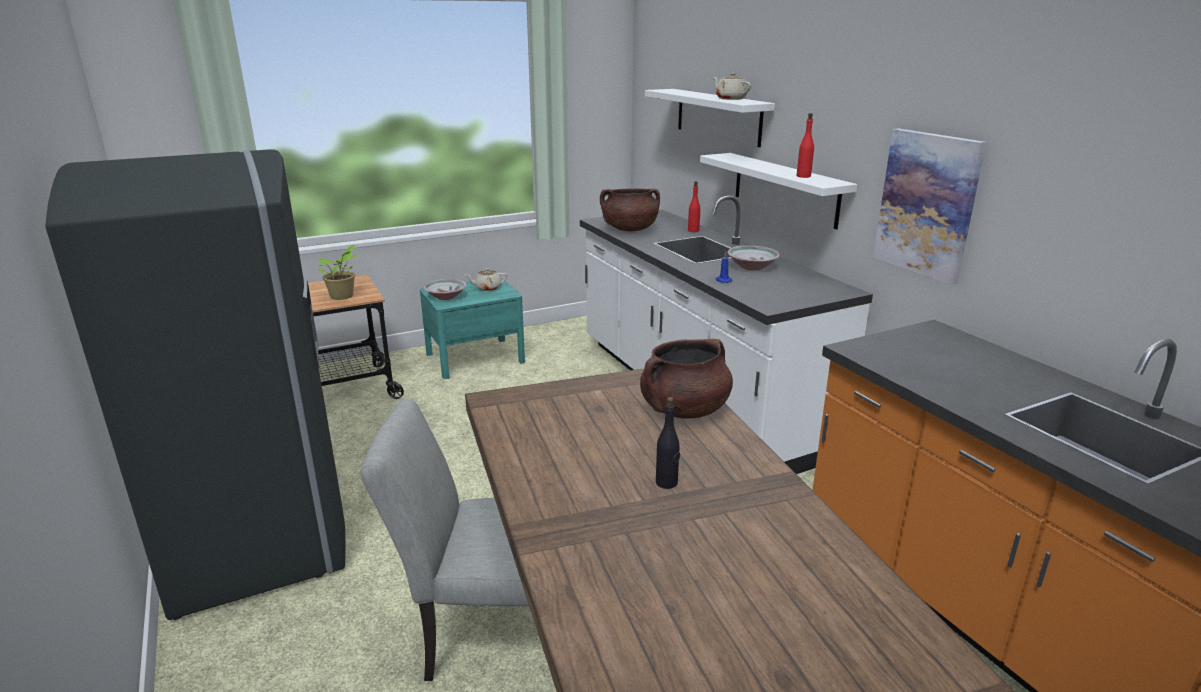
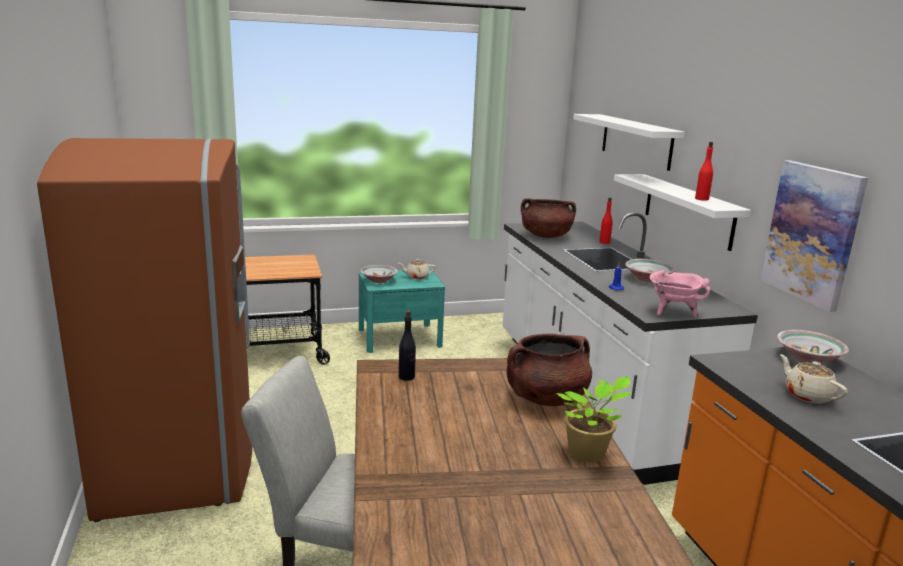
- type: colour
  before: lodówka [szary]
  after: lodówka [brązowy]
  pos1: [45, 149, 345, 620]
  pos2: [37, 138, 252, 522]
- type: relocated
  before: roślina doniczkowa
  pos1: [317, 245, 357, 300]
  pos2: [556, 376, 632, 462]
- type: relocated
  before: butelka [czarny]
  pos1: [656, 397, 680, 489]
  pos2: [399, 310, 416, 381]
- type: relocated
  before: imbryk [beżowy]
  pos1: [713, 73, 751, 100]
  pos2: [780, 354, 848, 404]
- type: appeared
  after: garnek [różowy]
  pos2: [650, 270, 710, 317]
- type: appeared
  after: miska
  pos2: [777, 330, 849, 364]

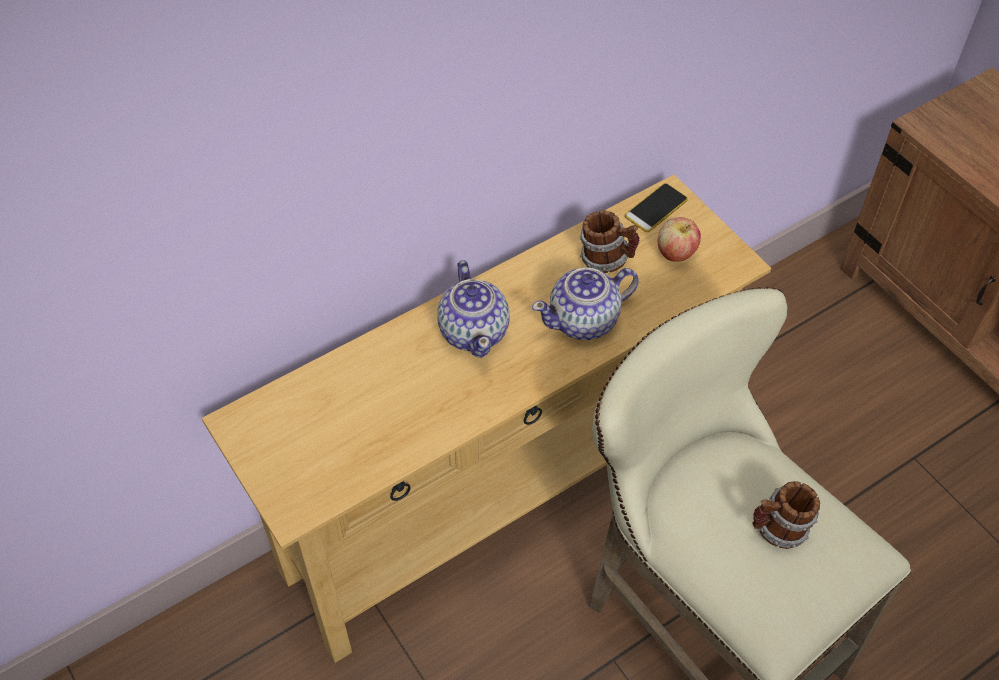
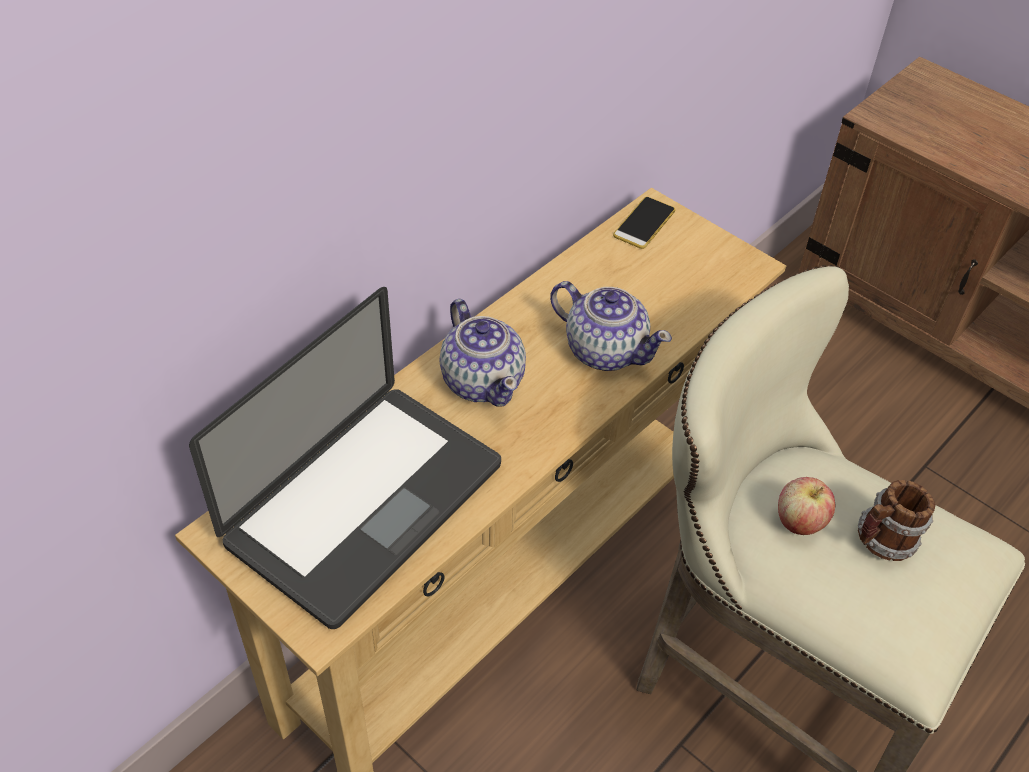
- type: spun
  before: imbryk
  pos1: [532, 268, 639, 340]
  pos2: [550, 281, 672, 371]
  turn: -105
- type: missing
  before: kubek
  pos1: [580, 211, 640, 273]
- type: relocated
  before: jabłko
  pos1: [658, 217, 701, 262]
  pos2: [778, 477, 835, 535]
- type: appeared
  after: laptop
  pos2: [189, 287, 501, 629]

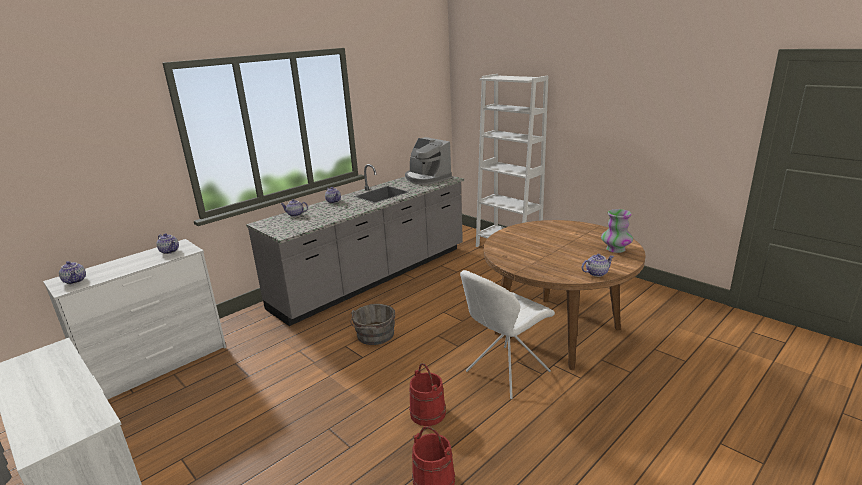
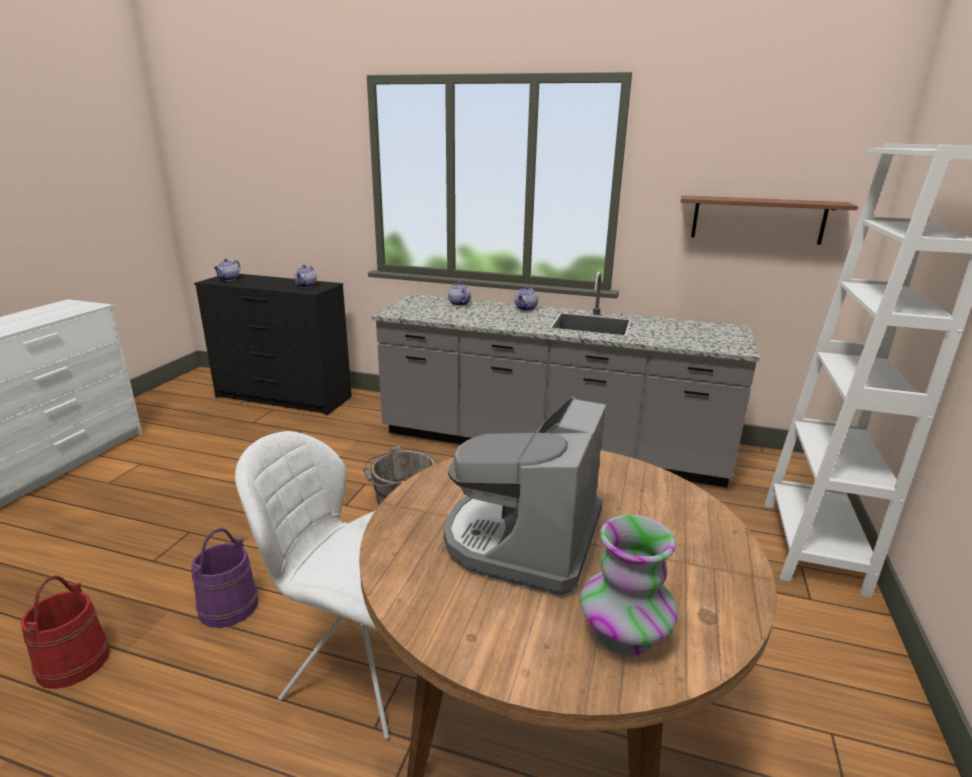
- type: colour
  before: komoda [biały]
  after: komoda [czarny]
  pos1: [43, 239, 226, 400]
  pos2: [194, 274, 352, 415]
- type: relocated
  before: ekspres do kawy
  pos1: [405, 137, 452, 185]
  pos2: [444, 397, 606, 595]
- type: colour
  before: wiadro [czerwony]
  after: wiadro [fioletowy]
  pos1: [409, 363, 446, 426]
  pos2: [191, 528, 258, 628]
- type: missing
  before: imbryk
  pos1: [582, 254, 614, 277]
- type: appeared
  after: półka
  pos2: [681, 195, 858, 245]

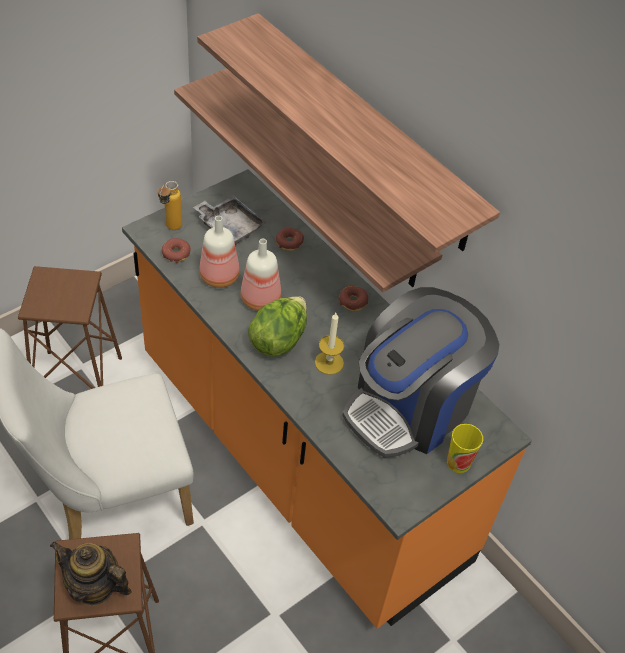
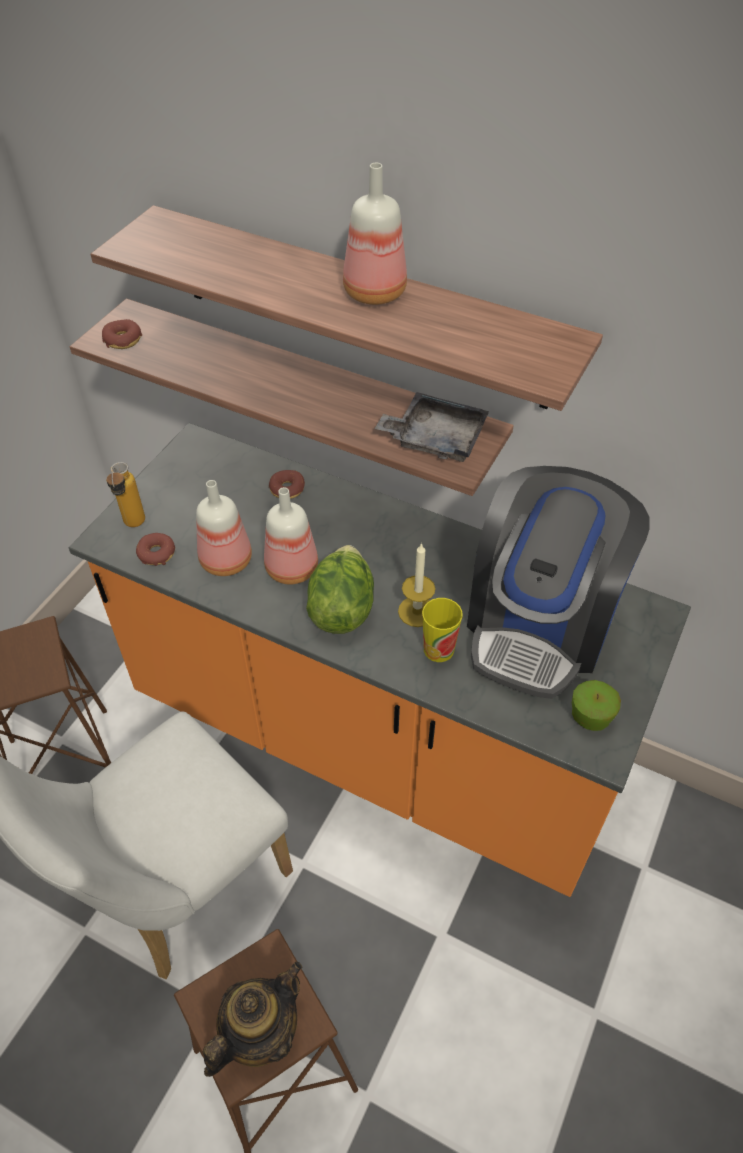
- type: spun
  before: imbryk
  pos1: [50, 541, 131, 606]
  pos2: [203, 961, 303, 1077]
  turn: 135
- type: relocated
  before: taca [szary]
  pos1: [193, 195, 267, 245]
  pos2: [375, 392, 489, 462]
- type: relocated
  before: donut
  pos1: [339, 286, 368, 311]
  pos2: [102, 319, 142, 349]
- type: relocated
  before: filiżanka
  pos1: [447, 424, 483, 473]
  pos2: [422, 598, 463, 662]
- type: appeared
  after: butelka
  pos2: [343, 162, 407, 305]
- type: appeared
  after: jabłko
  pos2: [572, 680, 621, 731]

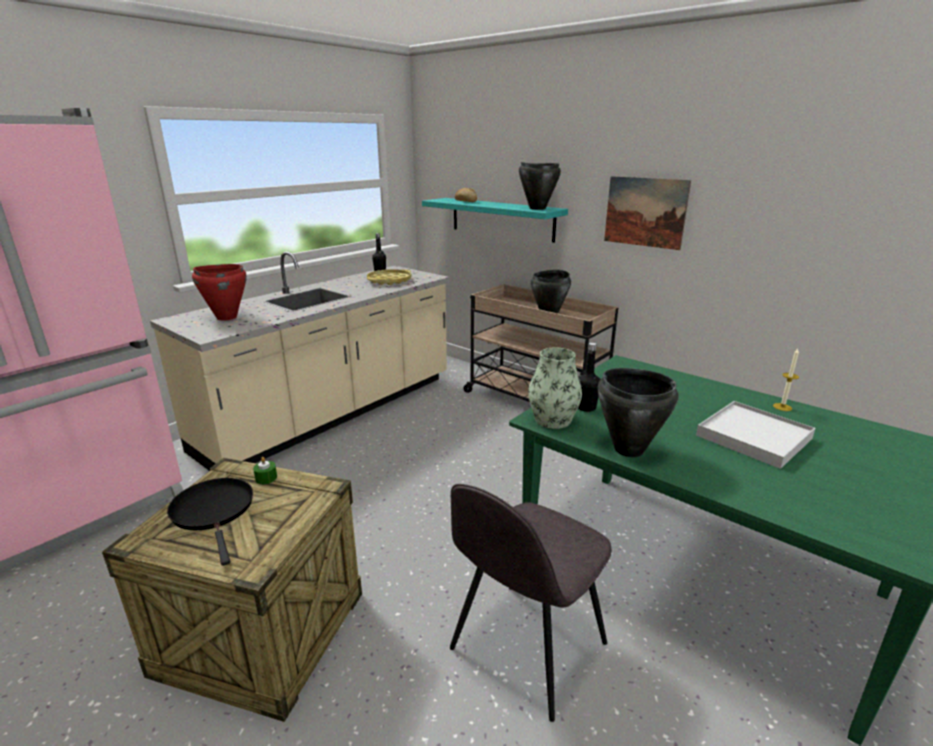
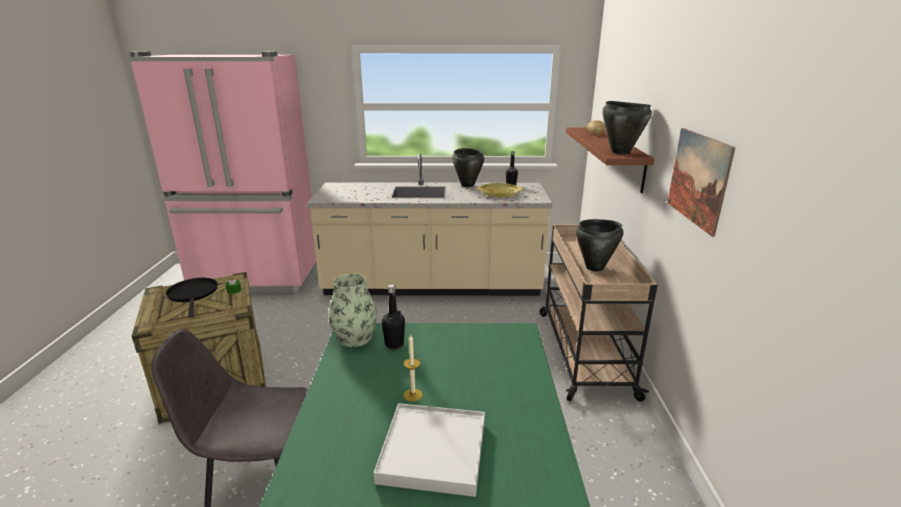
- type: spun
  before: patelnia [czarny]
  pos1: [167, 478, 253, 566]
  pos2: [166, 278, 218, 318]
  turn: -45
- type: missing
  before: garnek [czerwony]
  pos1: [192, 264, 247, 320]
- type: colour
  before: półka [turkusowy]
  after: półka [brązowy]
  pos1: [422, 198, 568, 243]
  pos2: [566, 128, 654, 193]
- type: relocated
  before: garnek [czarny]
  pos1: [598, 368, 678, 457]
  pos2: [452, 148, 484, 187]
- type: relocated
  before: świeca
  pos1: [773, 349, 799, 411]
  pos2: [404, 335, 423, 402]

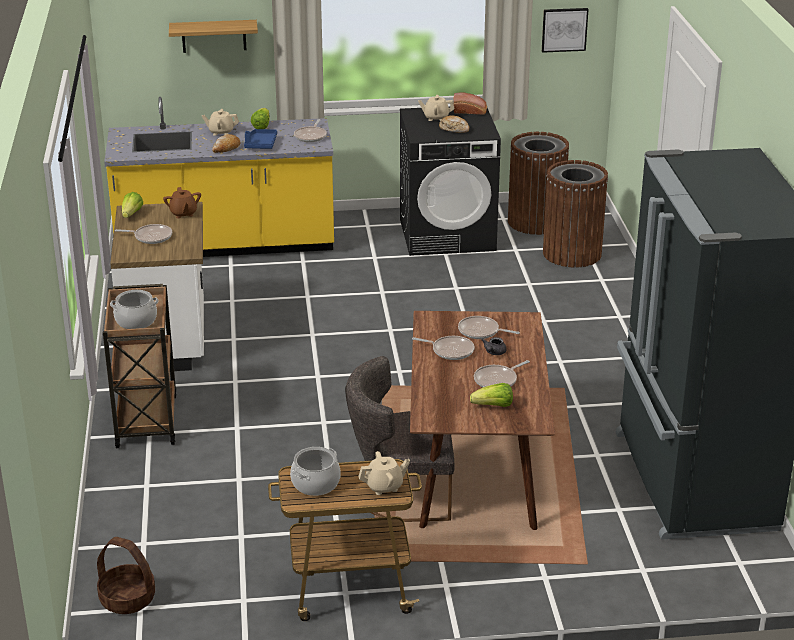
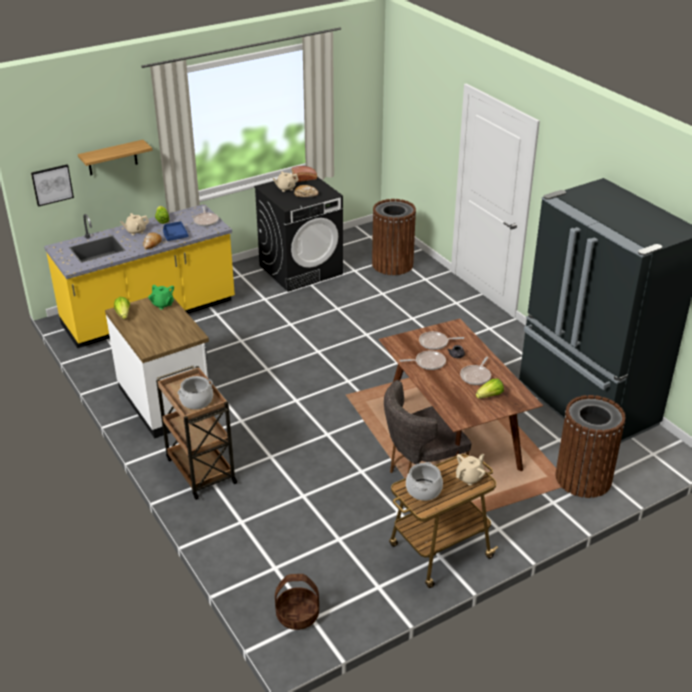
- type: missing
  before: patelnia
  pos1: [115, 224, 172, 244]
- type: colour
  before: imbryk [brązowy]
  after: imbryk [zielony]
  pos1: [163, 187, 201, 218]
  pos2: [148, 285, 174, 309]
- type: relocated
  before: kosz na śmieci [brązowy]
  pos1: [508, 132, 569, 235]
  pos2: [555, 395, 626, 498]
- type: relocated
  before: obraz
  pos1: [542, 8, 588, 53]
  pos2: [31, 164, 74, 207]

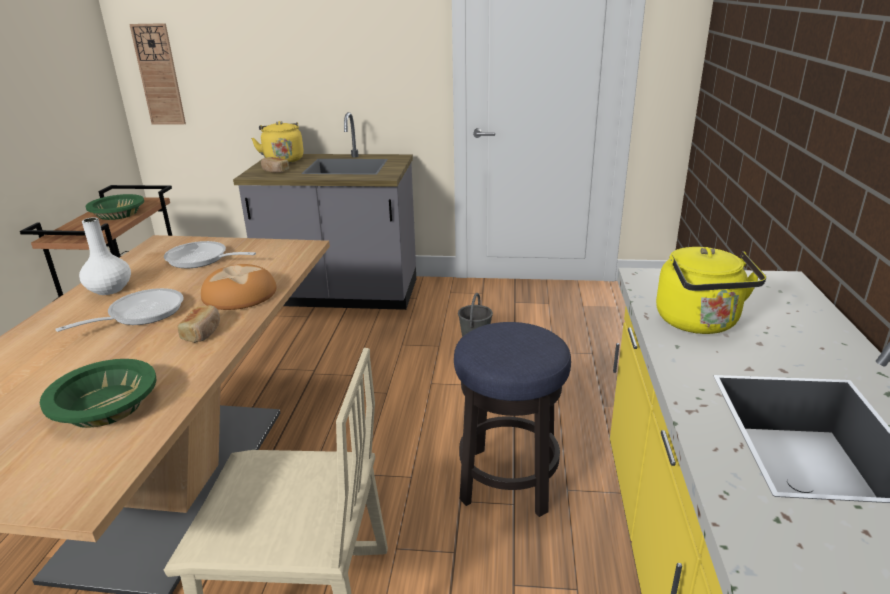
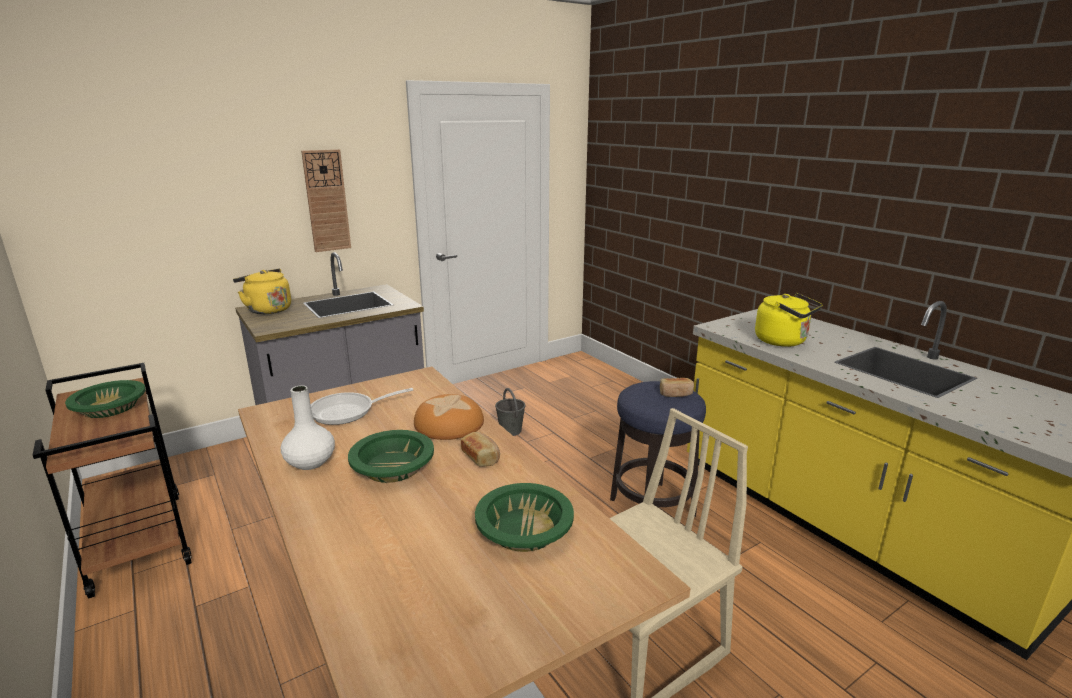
- type: exchanged
  before: patelnia
  after: miska [zielony]
  pos1: [55, 288, 184, 332]
  pos2: [348, 430, 434, 483]
- type: relocated
  before: zegar ścienny
  pos1: [129, 23, 186, 125]
  pos2: [301, 149, 351, 252]
- type: relocated
  before: chleb
  pos1: [261, 157, 289, 173]
  pos2: [660, 378, 694, 397]

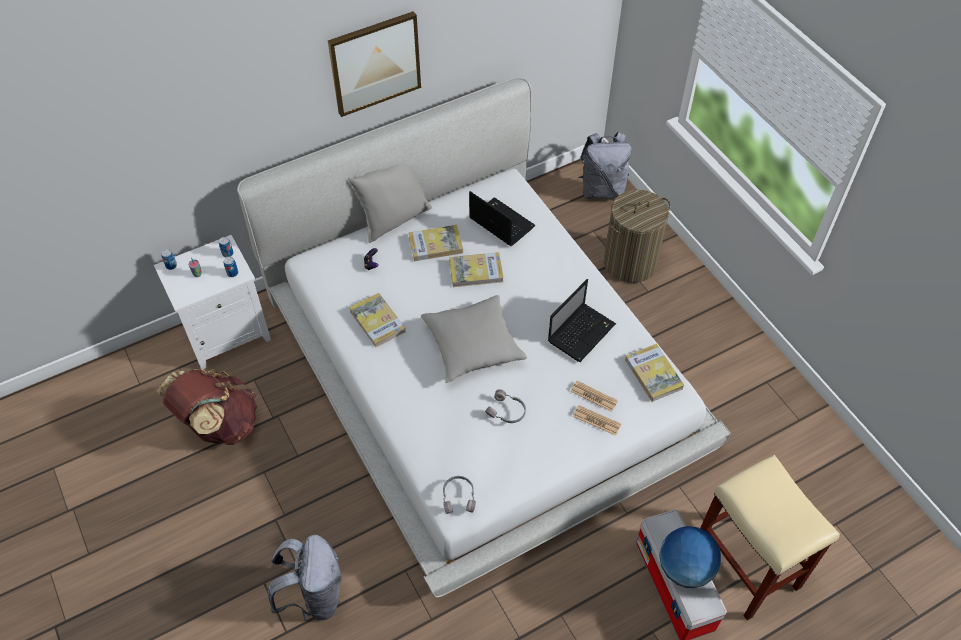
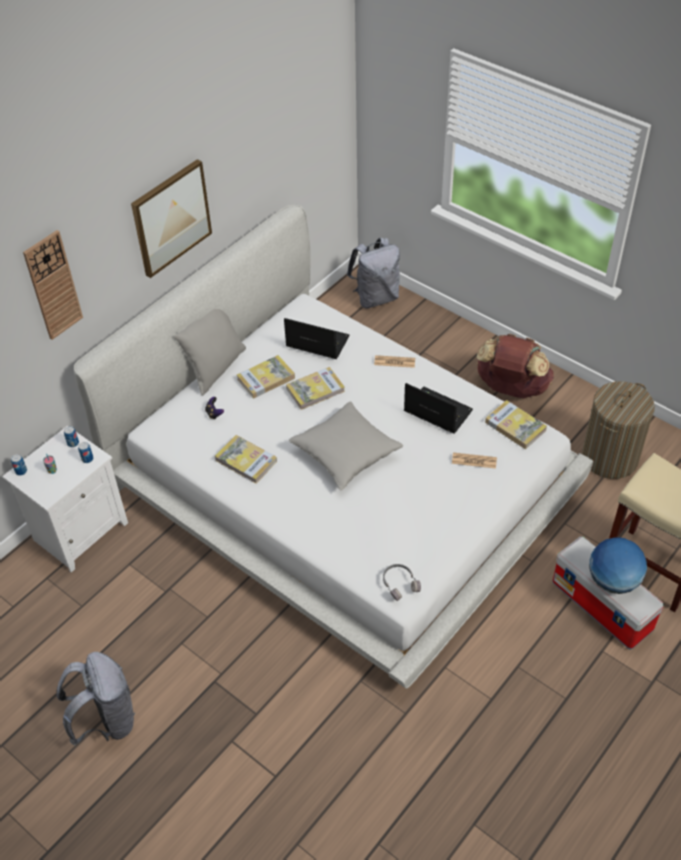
- type: relocated
  before: plecak [brązowy]
  pos1: [156, 369, 257, 445]
  pos2: [477, 334, 554, 399]
- type: relocated
  before: plecak [szary]
  pos1: [268, 535, 342, 621]
  pos2: [57, 652, 135, 746]
- type: missing
  before: słuchawki [szary]
  pos1: [485, 389, 526, 423]
- type: spun
  before: laptop
  pos1: [548, 279, 616, 362]
  pos2: [404, 383, 473, 434]
  turn: -75
- type: relocated
  before: gazeta
  pos1: [573, 405, 621, 436]
  pos2: [374, 355, 415, 368]
- type: relocated
  before: kosz na pranie
  pos1: [604, 190, 671, 283]
  pos2: [582, 381, 655, 479]
- type: appeared
  after: zegar ścienny
  pos2: [23, 230, 83, 340]

